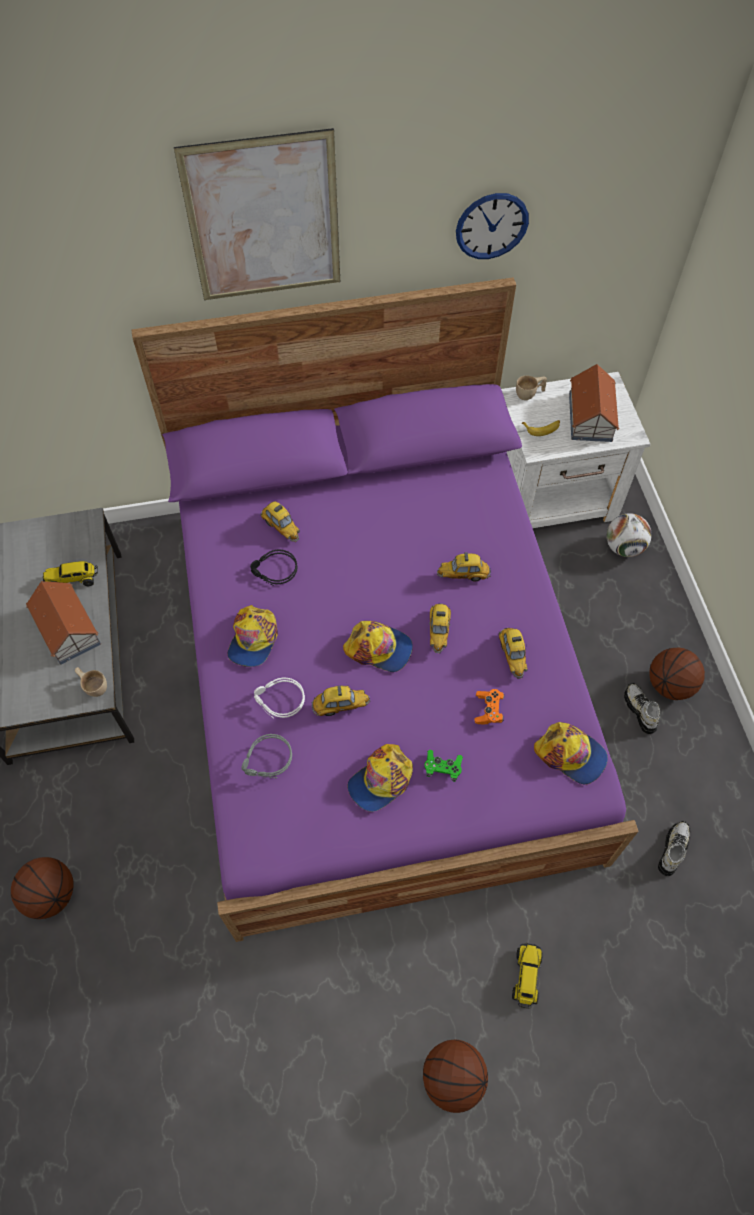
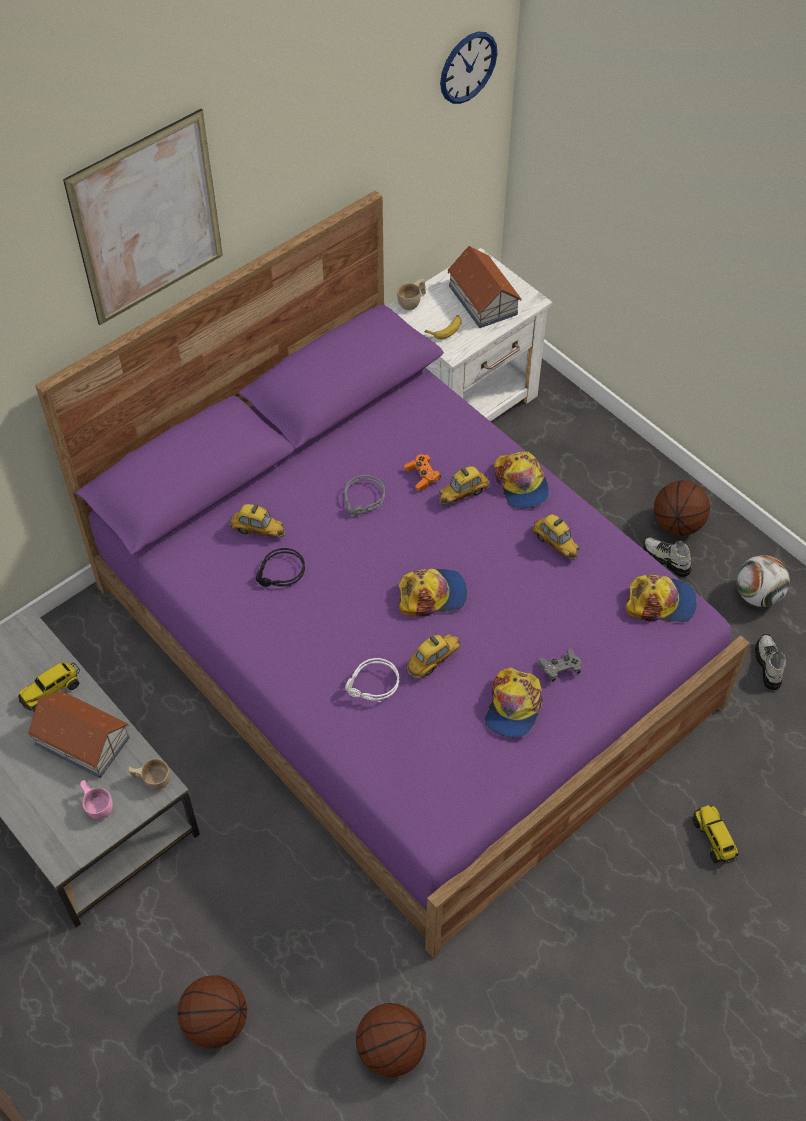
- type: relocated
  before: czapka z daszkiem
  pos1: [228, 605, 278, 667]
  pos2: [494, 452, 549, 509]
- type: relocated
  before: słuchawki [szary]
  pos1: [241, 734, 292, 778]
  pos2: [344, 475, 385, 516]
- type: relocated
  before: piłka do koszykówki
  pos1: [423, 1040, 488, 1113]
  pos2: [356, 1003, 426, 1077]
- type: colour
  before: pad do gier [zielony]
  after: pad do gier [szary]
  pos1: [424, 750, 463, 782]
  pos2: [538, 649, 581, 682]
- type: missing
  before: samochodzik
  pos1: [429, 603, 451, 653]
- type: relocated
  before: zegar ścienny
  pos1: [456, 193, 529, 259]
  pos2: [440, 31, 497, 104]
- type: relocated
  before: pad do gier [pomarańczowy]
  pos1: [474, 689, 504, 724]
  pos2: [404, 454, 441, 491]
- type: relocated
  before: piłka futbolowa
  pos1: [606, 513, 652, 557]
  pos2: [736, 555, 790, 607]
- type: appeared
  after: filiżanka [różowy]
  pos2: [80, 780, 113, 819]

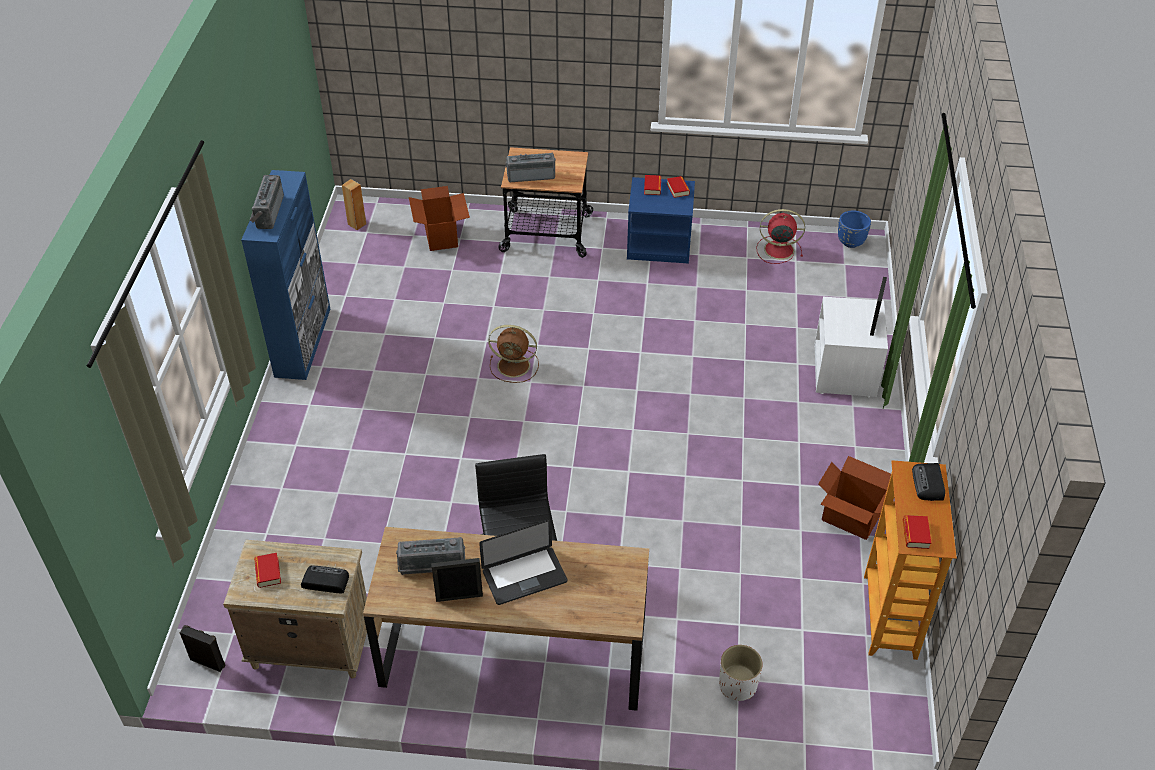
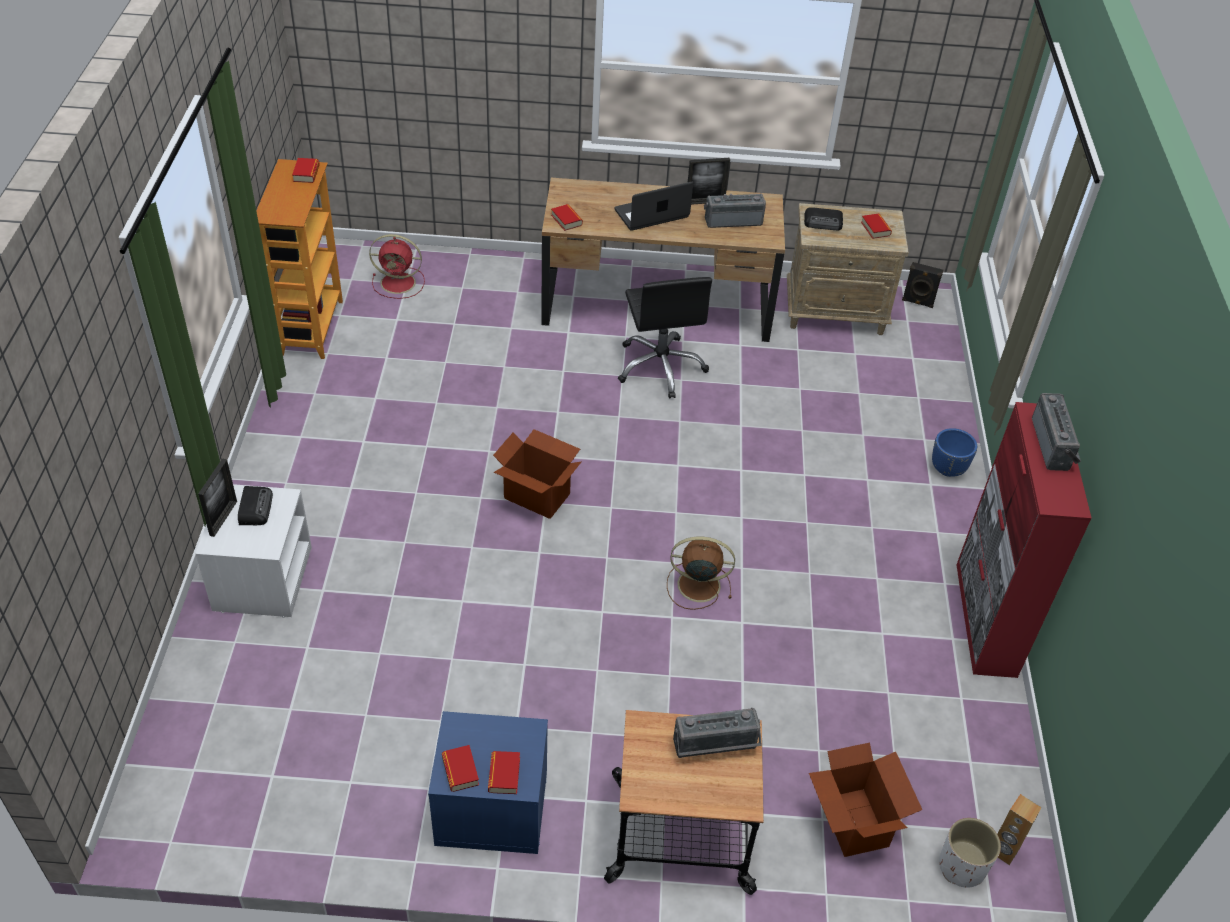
- type: colour
  before: szafka [niebieski]
  after: szafka [czerwony]
  pos1: [241, 170, 330, 380]
  pos2: [956, 402, 1091, 678]
- type: relocated
  before: donica [biały]
  pos1: [719, 645, 763, 701]
  pos2: [939, 818, 1001, 888]
- type: relocated
  before: wentylator [czerwony]
  pos1: [756, 209, 805, 264]
  pos2: [369, 234, 425, 299]
- type: relocated
  before: karton
  pos1: [818, 456, 891, 540]
  pos2: [493, 429, 581, 519]
- type: relocated
  before: donica [niebieski]
  pos1: [838, 211, 871, 248]
  pos2: [932, 428, 977, 477]
- type: relocated
  before: radio
  pos1: [912, 463, 945, 501]
  pos2: [238, 486, 273, 525]
- type: appeared
  after: książka
  pos2: [551, 204, 583, 231]

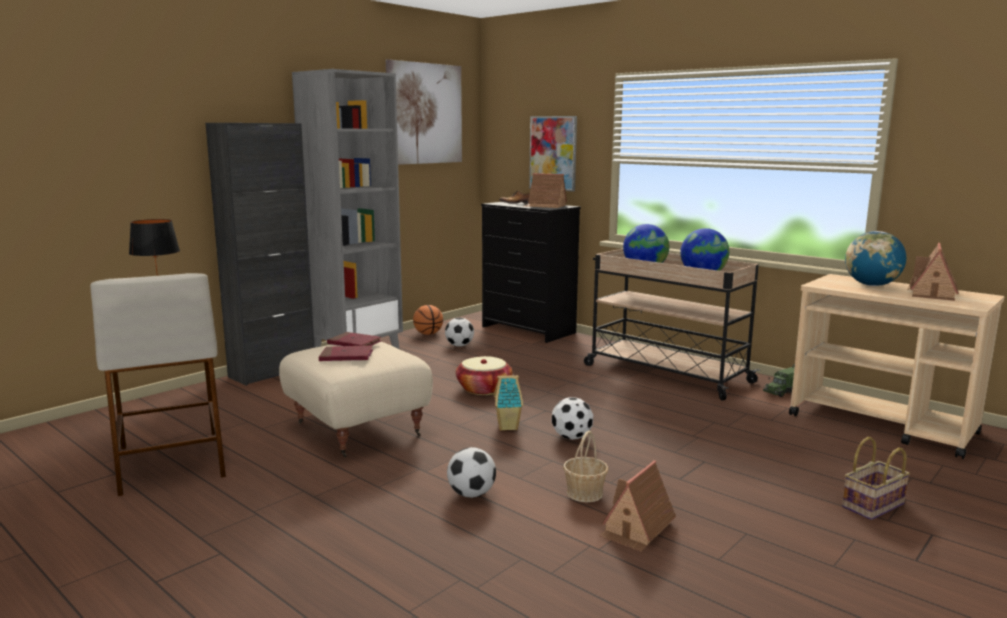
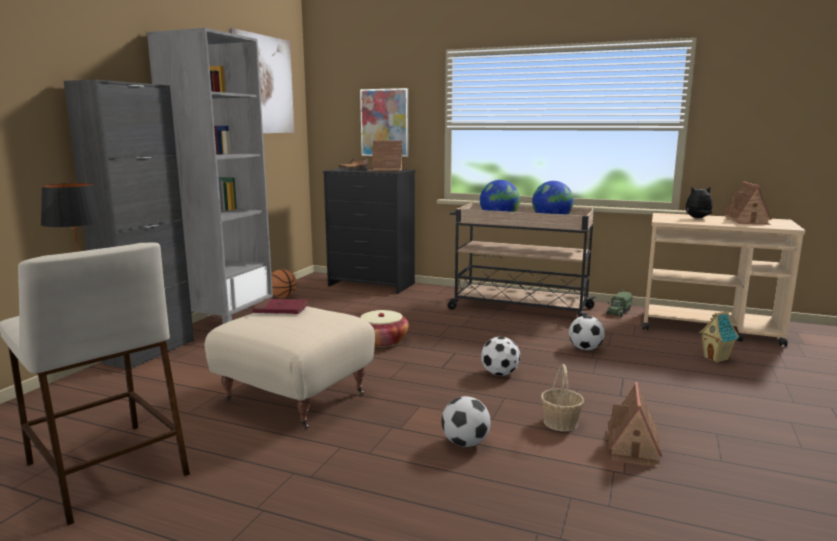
- type: missing
  before: książka [czerwony]
  pos1: [319, 345, 373, 361]
- type: relocated
  before: piłka futbolowa
  pos1: [445, 317, 474, 347]
  pos2: [569, 316, 605, 350]
- type: relocated
  before: domek
  pos1: [494, 375, 523, 431]
  pos2: [699, 311, 739, 363]
- type: missing
  before: koszyk
  pos1: [842, 437, 910, 520]
- type: exchanged
  before: globus
  after: pluszak
  pos1: [845, 231, 906, 286]
  pos2: [686, 186, 713, 218]

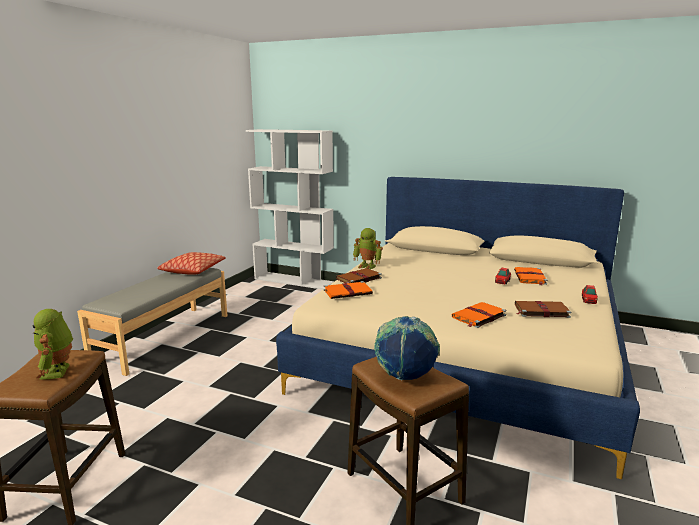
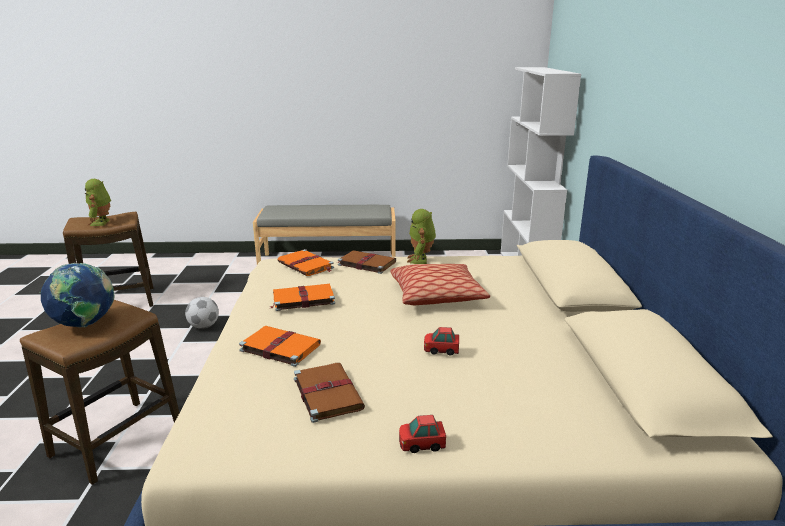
- type: spun
  before: robot zabawkowy
  pos1: [33, 309, 73, 379]
  pos2: [85, 179, 111, 226]
  turn: -60
- type: relocated
  before: poduszka
  pos1: [157, 252, 226, 275]
  pos2: [390, 264, 490, 305]
- type: relocated
  before: książka [pomarańczowy]
  pos1: [514, 267, 547, 286]
  pos2: [270, 284, 335, 311]
- type: appeared
  after: piłka futbolowa
  pos2: [185, 297, 219, 329]

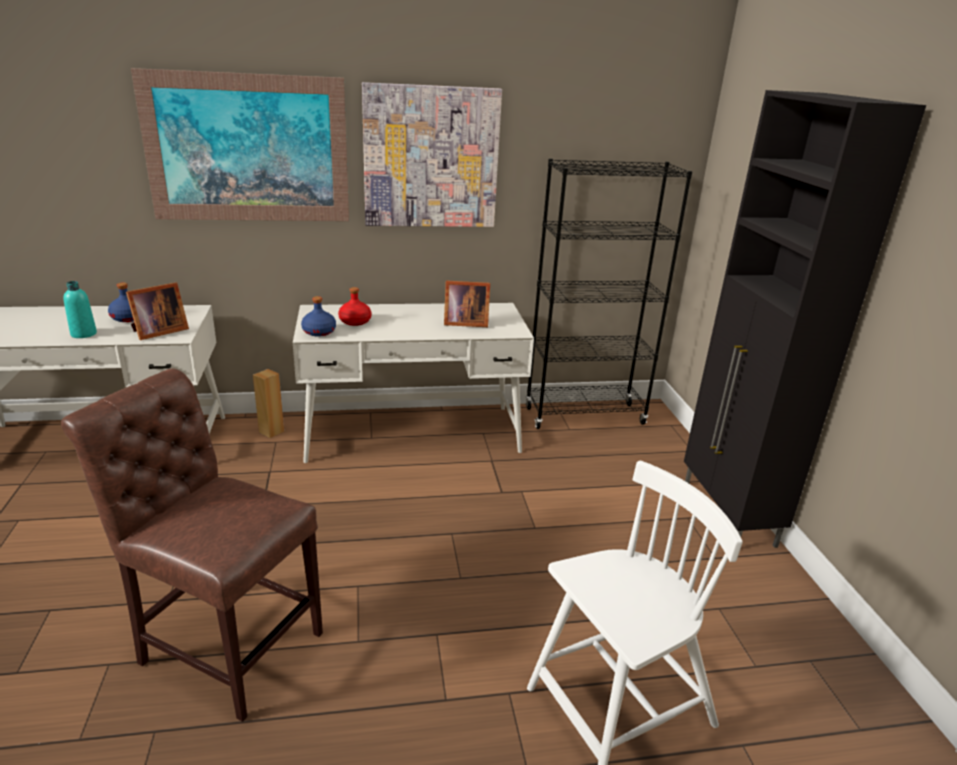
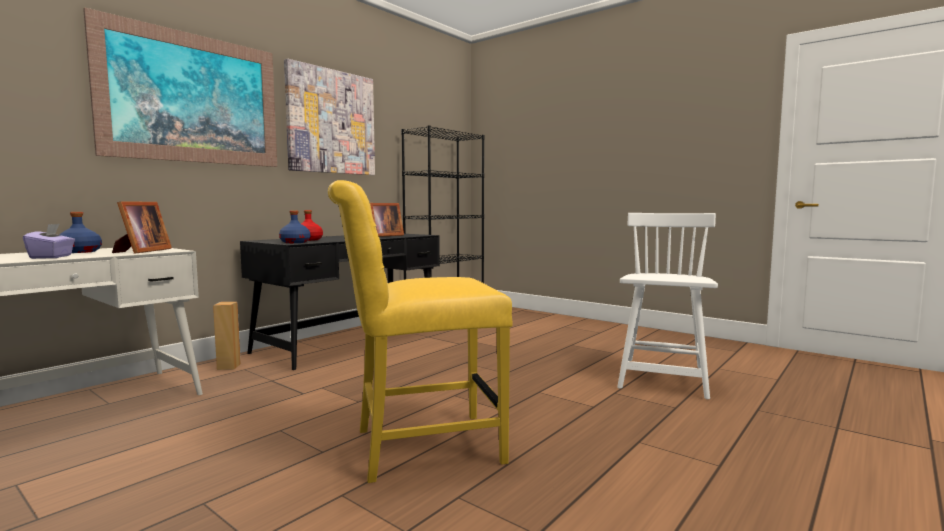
- type: colour
  before: krzesło [brązowy]
  after: krzesło [żółty]
  pos1: [61, 368, 323, 722]
  pos2: [328, 180, 513, 483]
- type: exchanged
  before: butelka [turkusowy]
  after: pudełko chusteczek [fioletowy]
  pos1: [64, 281, 97, 338]
  pos2: [23, 224, 75, 259]
- type: colour
  before: biurko [biały]
  after: biurko [czarny]
  pos1: [293, 303, 534, 463]
  pos2: [240, 234, 440, 370]
- type: missing
  before: szafka [czarny]
  pos1: [684, 90, 926, 548]

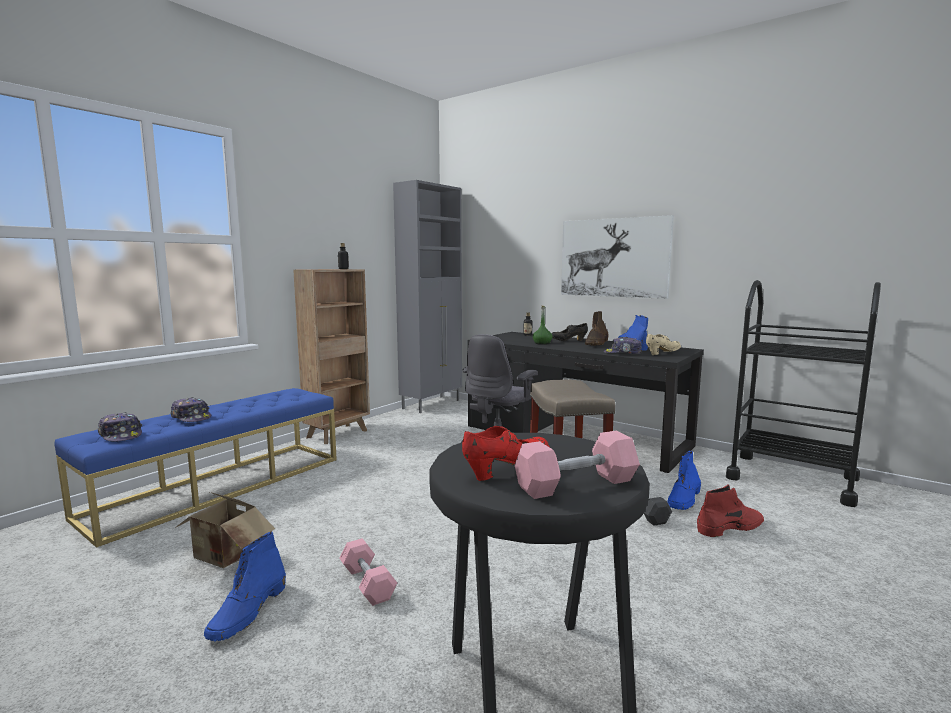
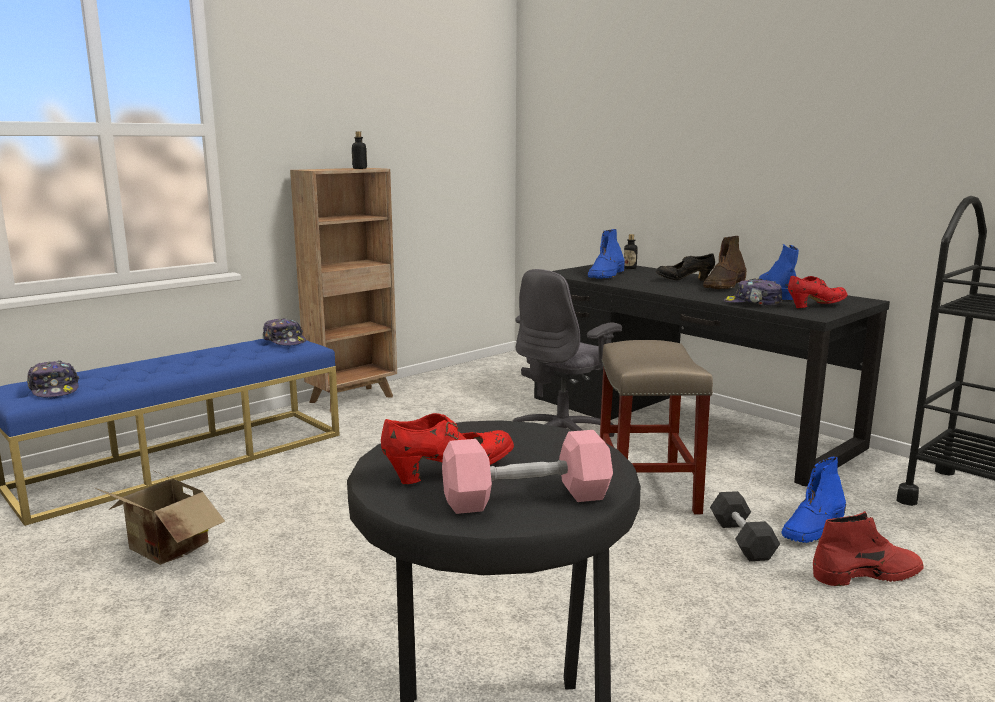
- type: relocated
  before: czapka z daszkiem
  pos1: [170, 397, 212, 422]
  pos2: [262, 318, 306, 345]
- type: relocated
  before: but z cholewką [niebieski]
  pos1: [204, 531, 286, 641]
  pos2: [588, 229, 625, 279]
- type: missing
  before: hantel [różowy]
  pos1: [339, 538, 397, 606]
- type: missing
  before: szafka [szary]
  pos1: [393, 180, 462, 413]
- type: missing
  before: butelka [zielony]
  pos1: [533, 306, 552, 345]
- type: missing
  before: obraz
  pos1: [561, 215, 674, 299]
- type: colour
  before: but [beżowy]
  after: but [czerwony]
  pos1: [646, 334, 681, 355]
  pos2: [788, 276, 847, 308]

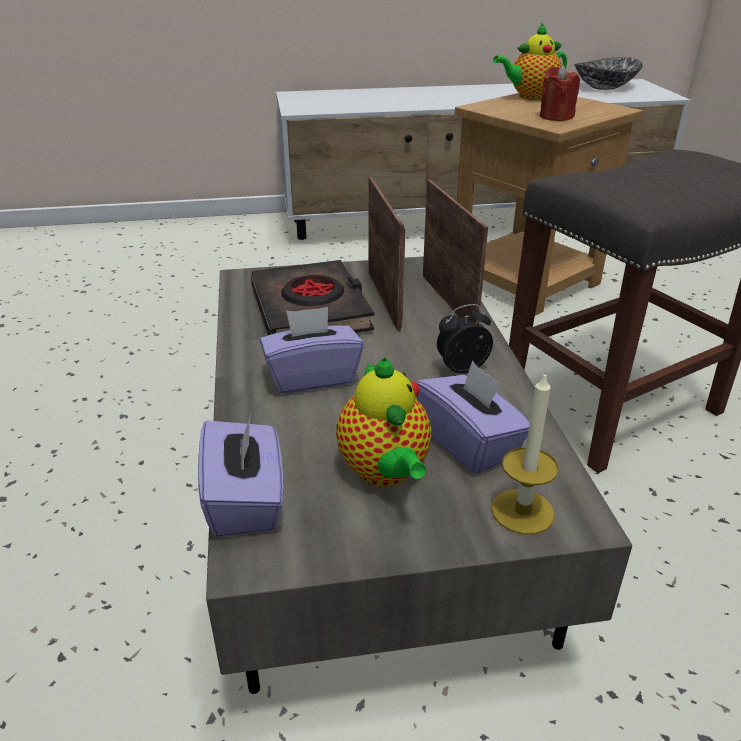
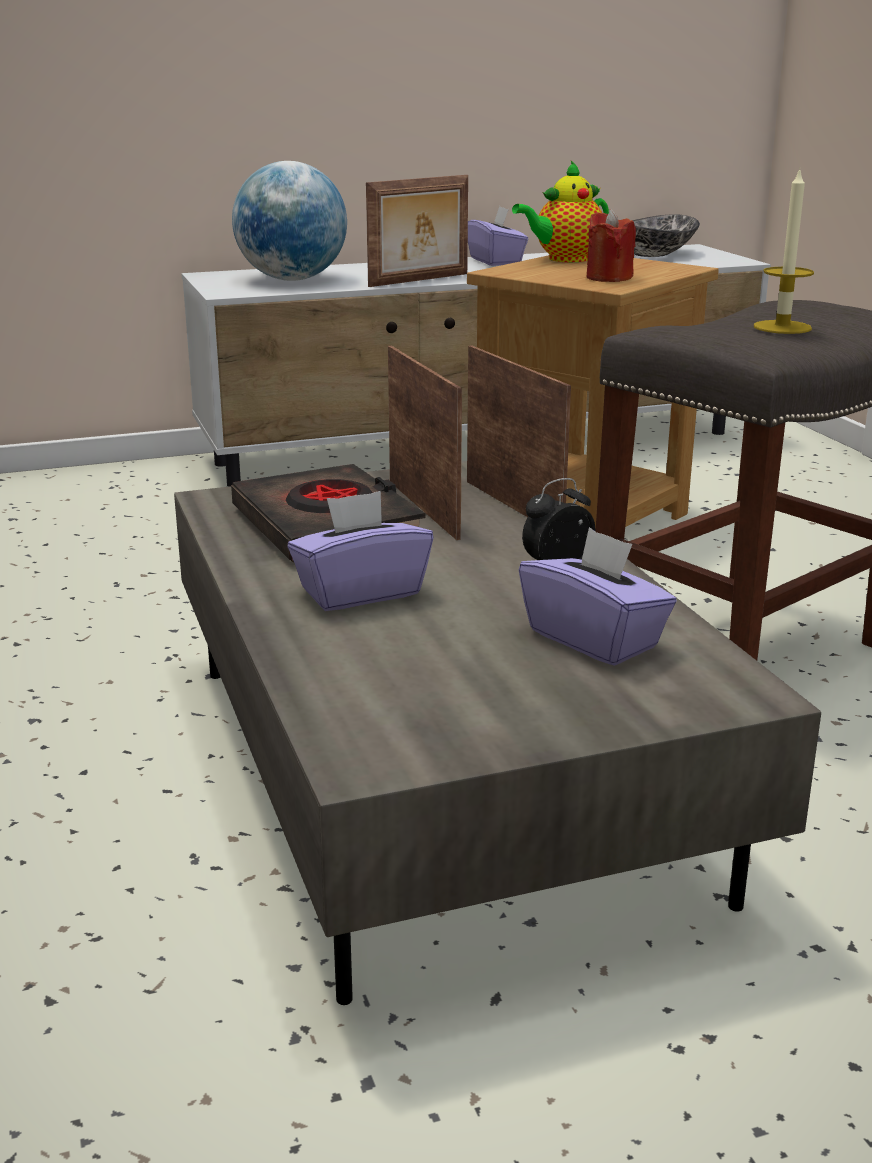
- type: relocated
  before: pudełko chusteczek [fioletowy]
  pos1: [198, 414, 284, 538]
  pos2: [468, 206, 528, 266]
- type: missing
  before: imbryk
  pos1: [336, 358, 432, 487]
- type: relocated
  before: świeca
  pos1: [491, 371, 559, 535]
  pos2: [754, 168, 814, 334]
- type: appeared
  after: globus
  pos2: [232, 161, 347, 281]
- type: appeared
  after: ramka na zdjęcie
  pos2: [366, 175, 468, 287]

